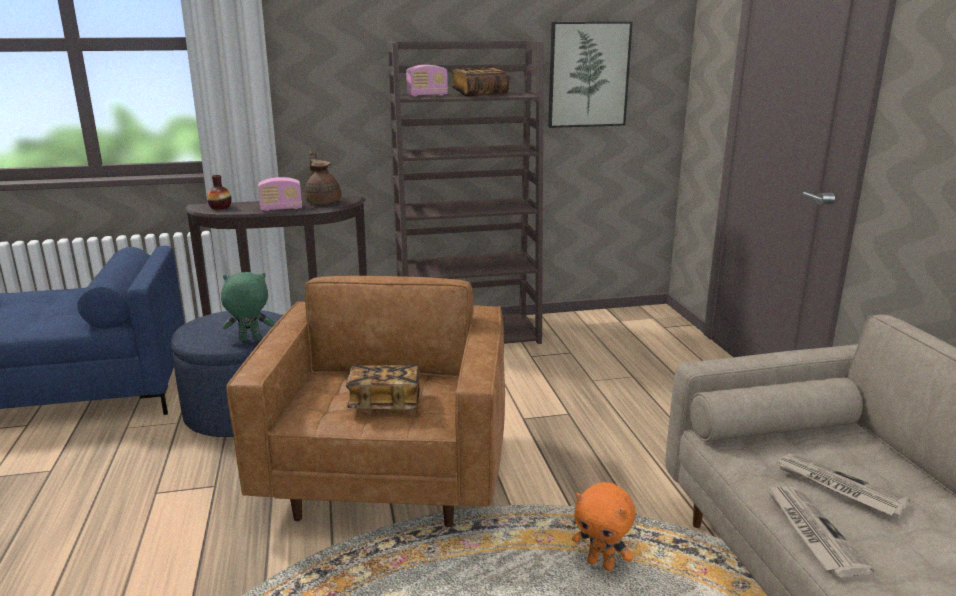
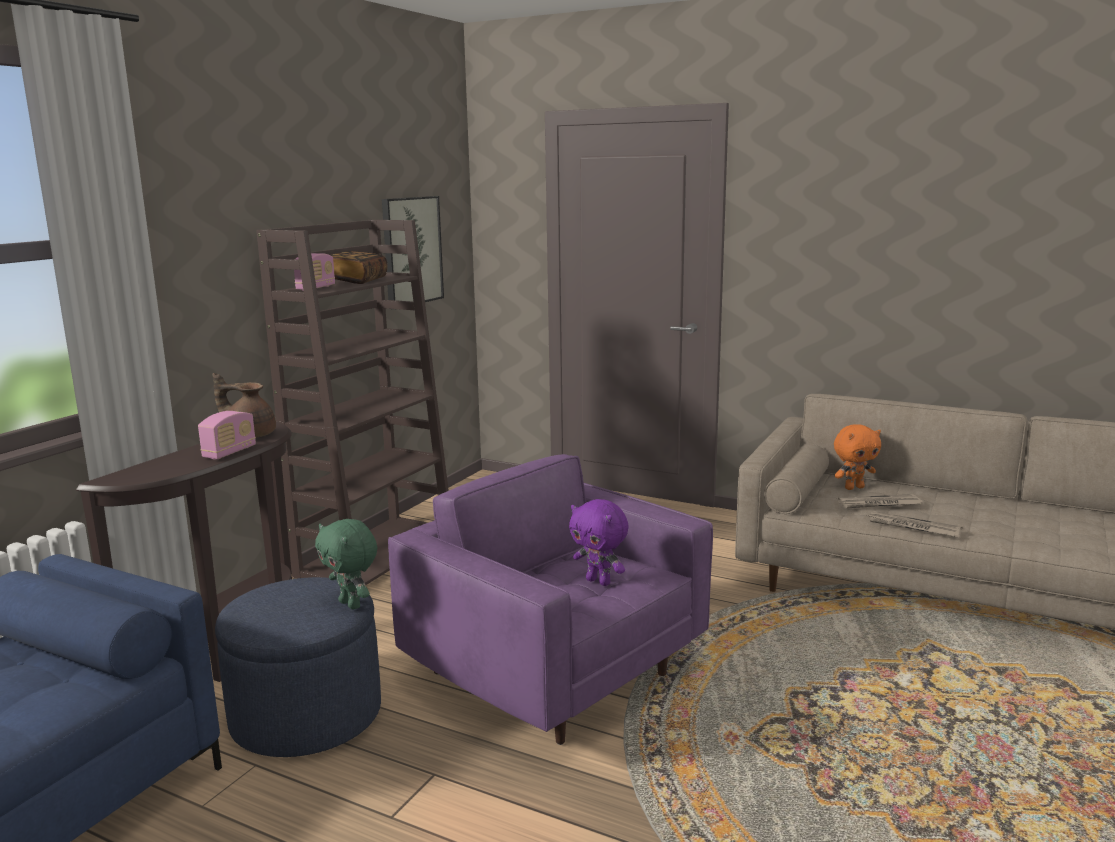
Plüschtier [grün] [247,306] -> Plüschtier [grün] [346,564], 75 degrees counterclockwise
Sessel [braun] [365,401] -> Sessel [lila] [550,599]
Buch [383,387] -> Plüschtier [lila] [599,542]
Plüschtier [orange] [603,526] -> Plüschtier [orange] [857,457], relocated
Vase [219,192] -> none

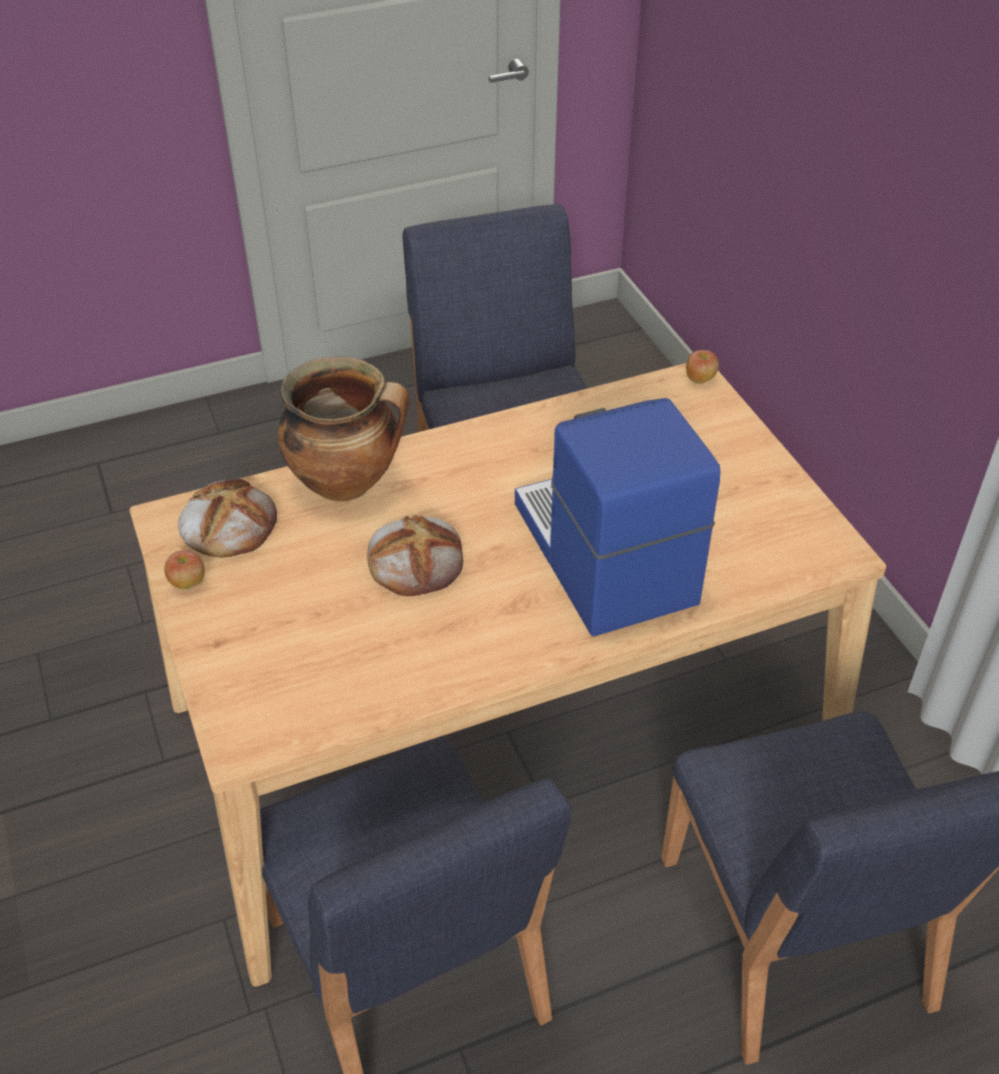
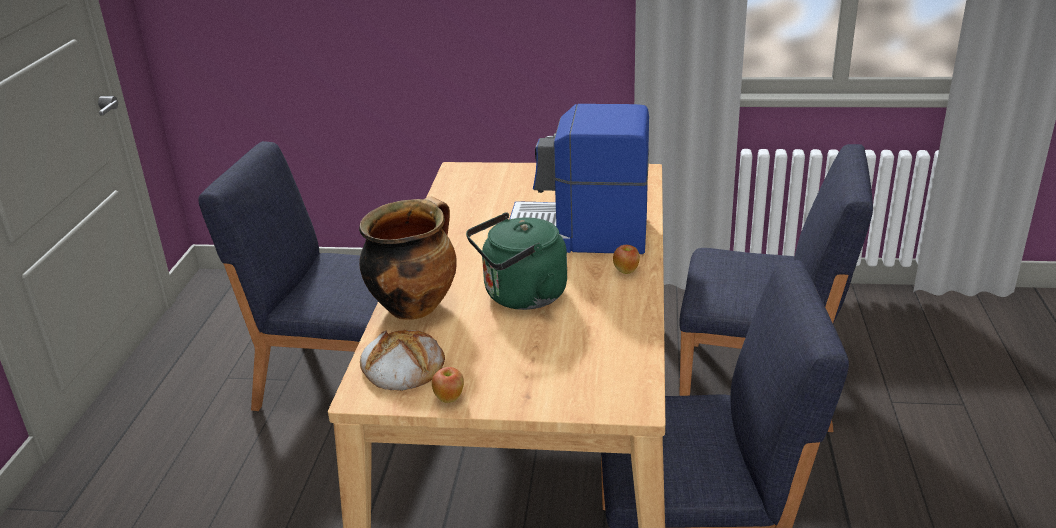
Brot [415,555] -> Wasserkessel [grün] [516,261]
Apfel [702,367] -> Apfel [626,259], relocated

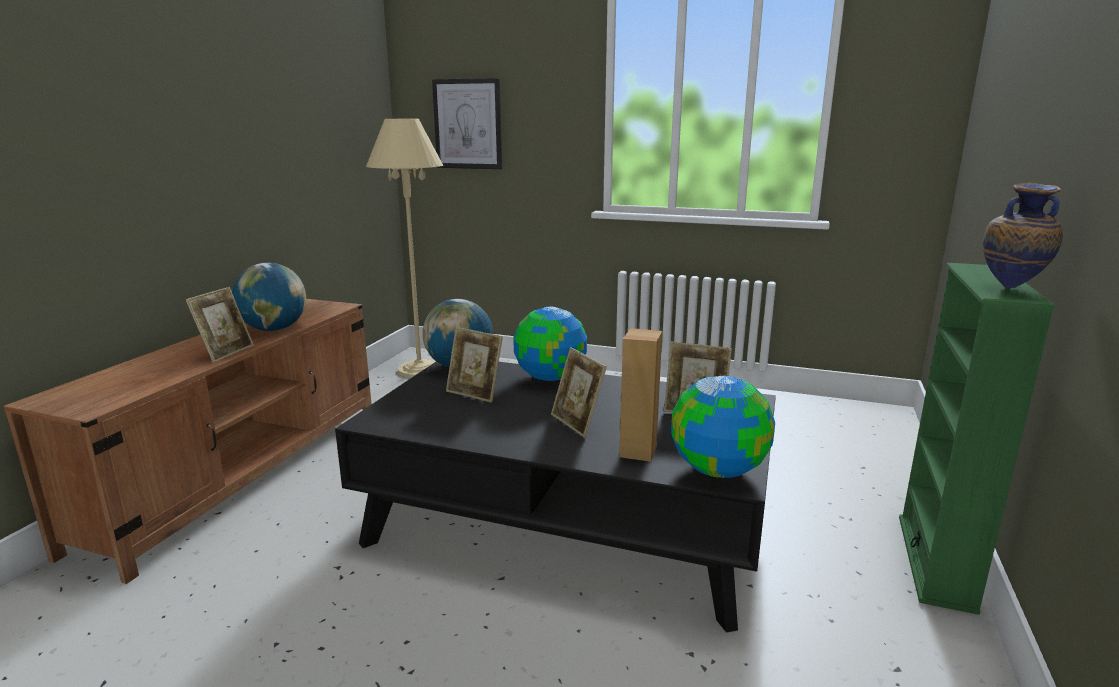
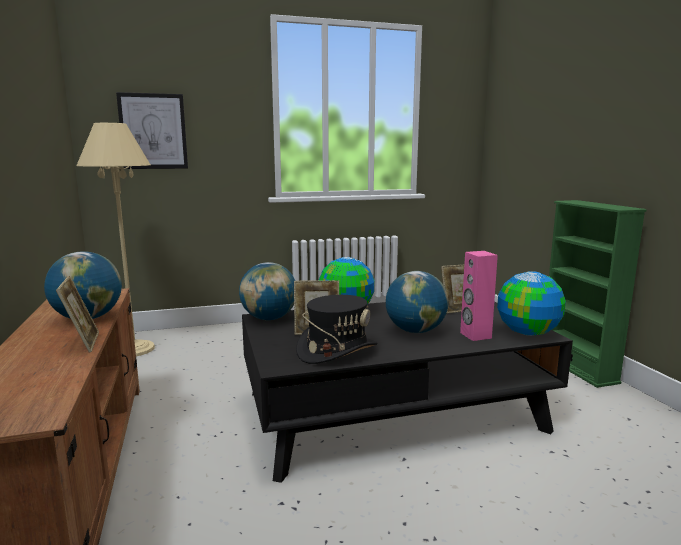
none -> Hut [schwarz] [337,329]
Bilderrahmen [579,392] -> Globus [417,302]
Lautsprecher [braun] [640,395] -> Lautsprecher [rosa] [479,296]
Vase [1023,235] -> none

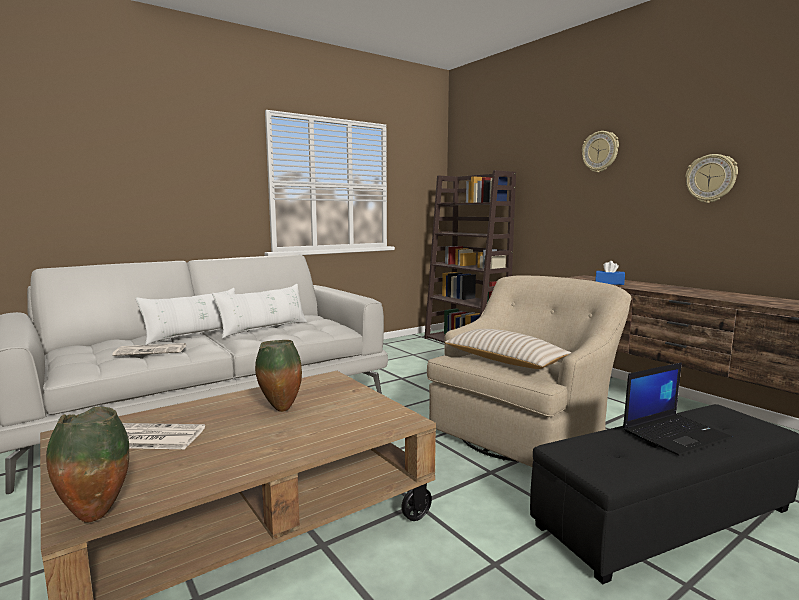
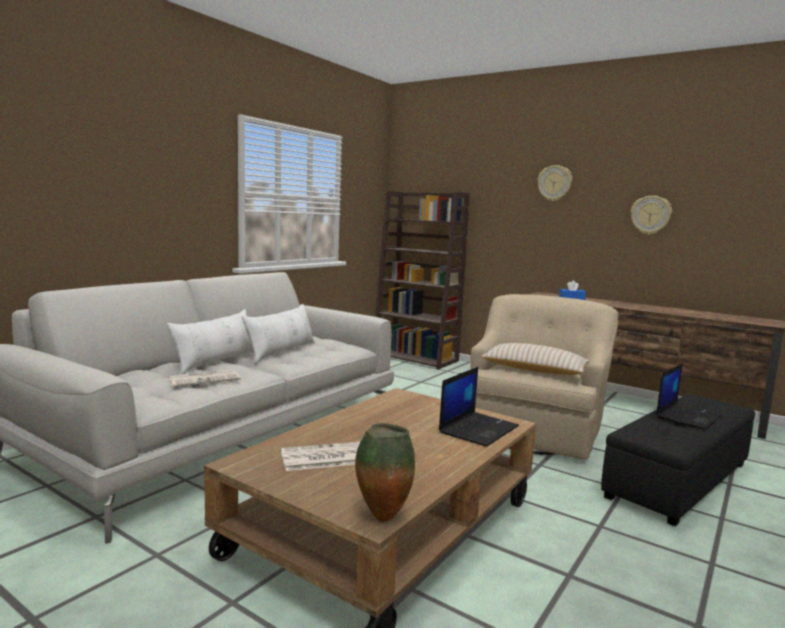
none -> Laptop [479,407]
Vase [278,376] -> none

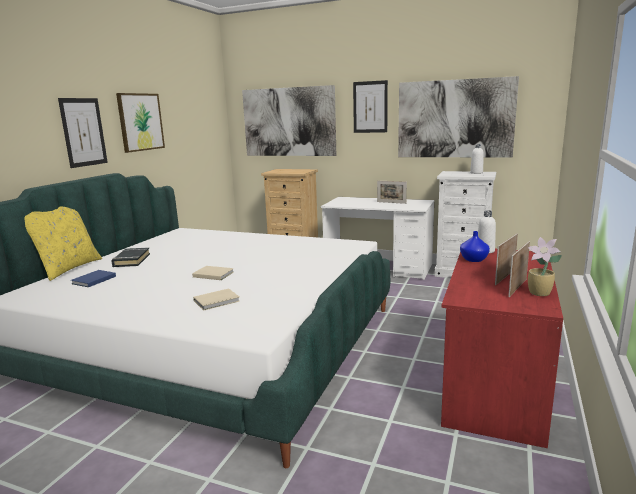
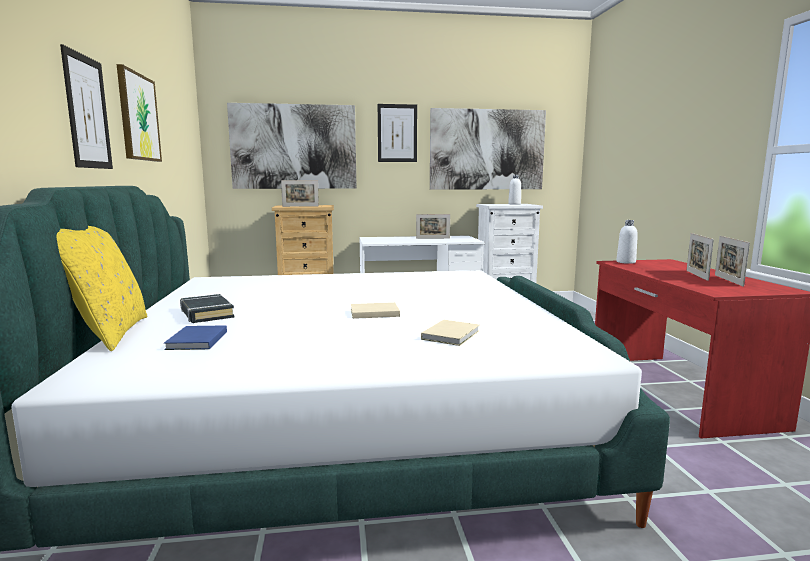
none -> Bilderrahmen [300,193]
Vase [blau] [475,246] -> none
Topfpflanze [545,266] -> none

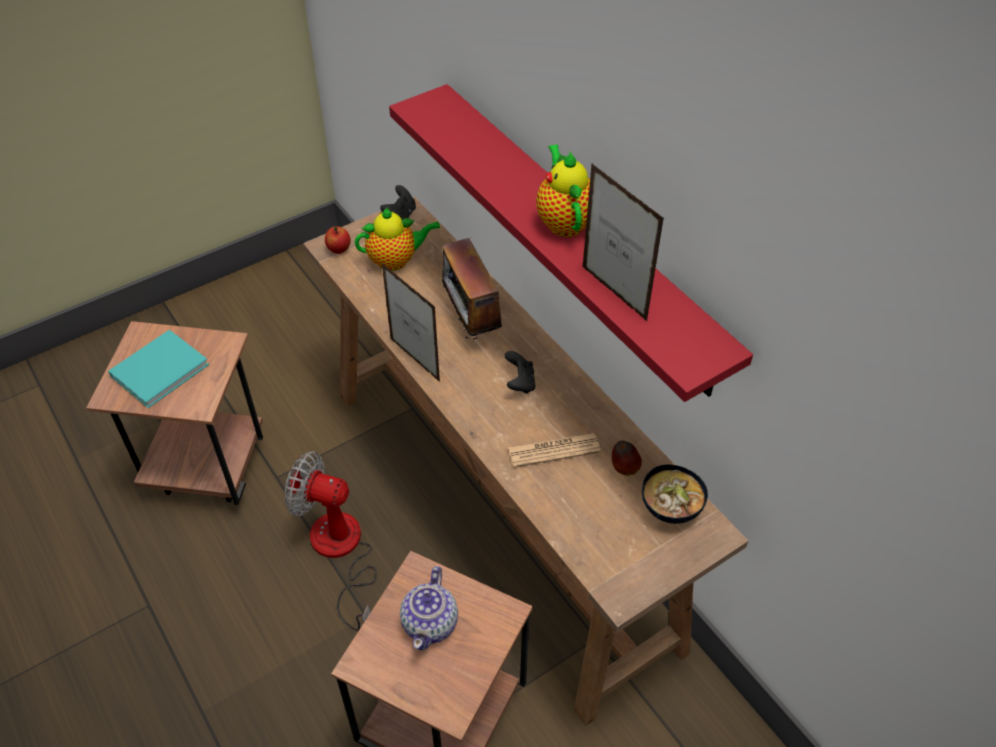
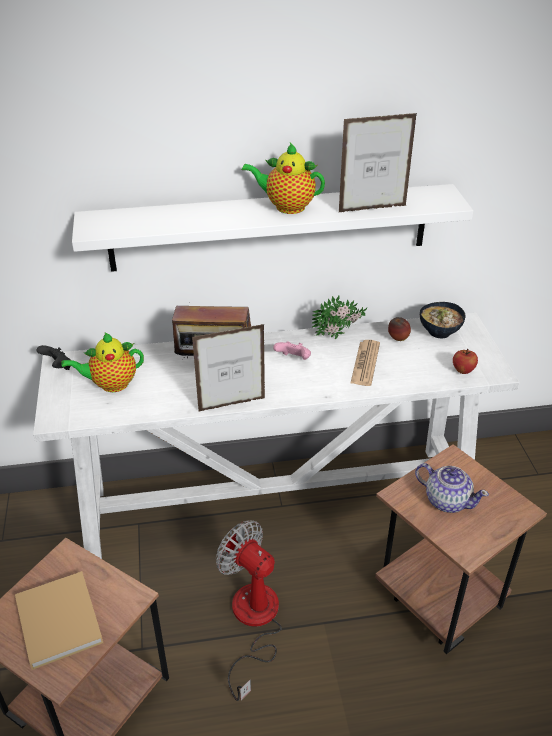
Buch [türkis] [158,369] -> Buch [beige] [59,620]
Konsolentisch [braun] [525,461] -> Konsolentisch [weiß] [276,436]
Teekanne [397,239] -> Teekanne [102,362], 120 degrees counterclockwise
Wandregal [rot] [571,243] -> Wandregal [weiß] [272,228]
Ventilator [331,541] -> Ventilator [249,610], 90 degrees clockwise
Gamepad [schwarz] [520,372] -> Gamepad [rosa] [292,350]
none -> Topfpflanze [339,317]
Apfel [338,240] -> Apfel [465,361], relocated

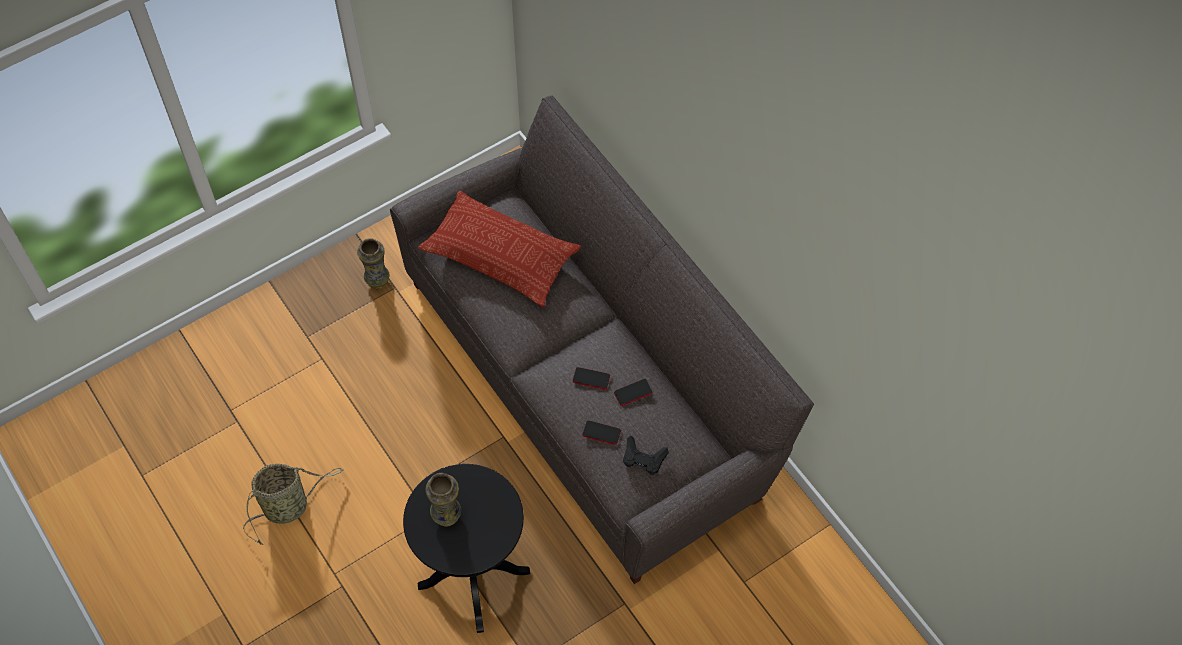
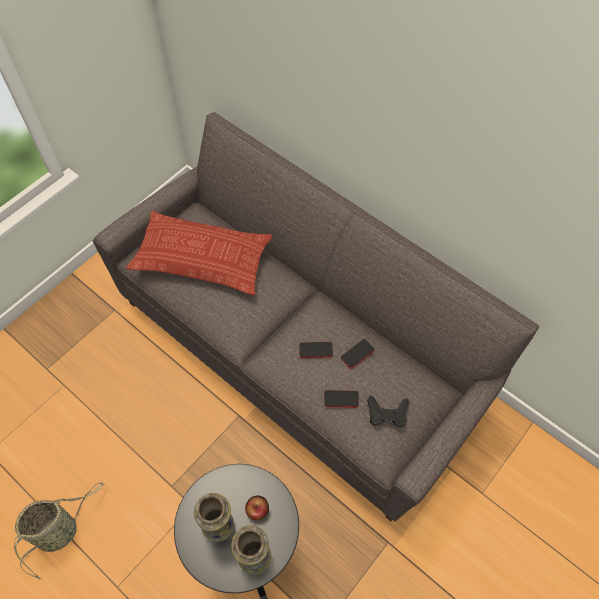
Vase [373,263] -> Vase [251,549], relocated
none -> Apfel [257,507]

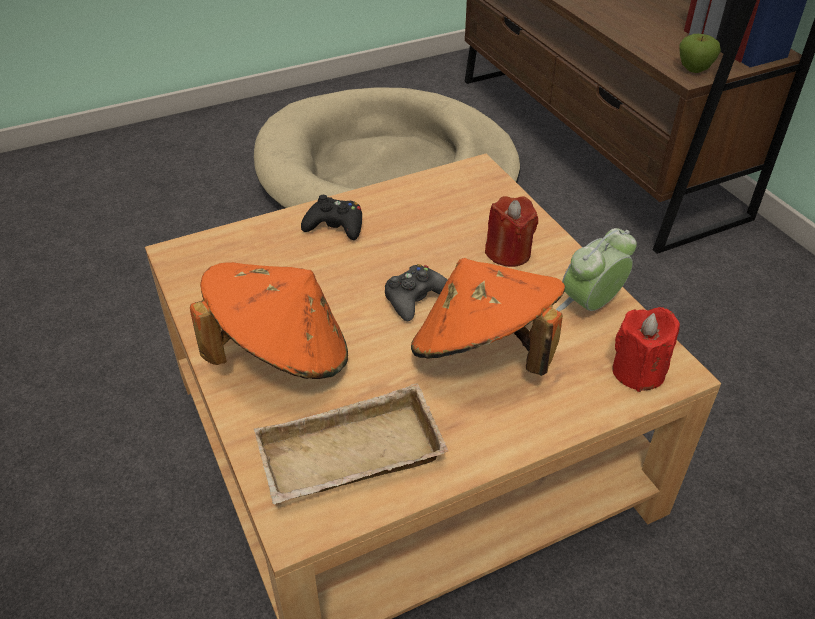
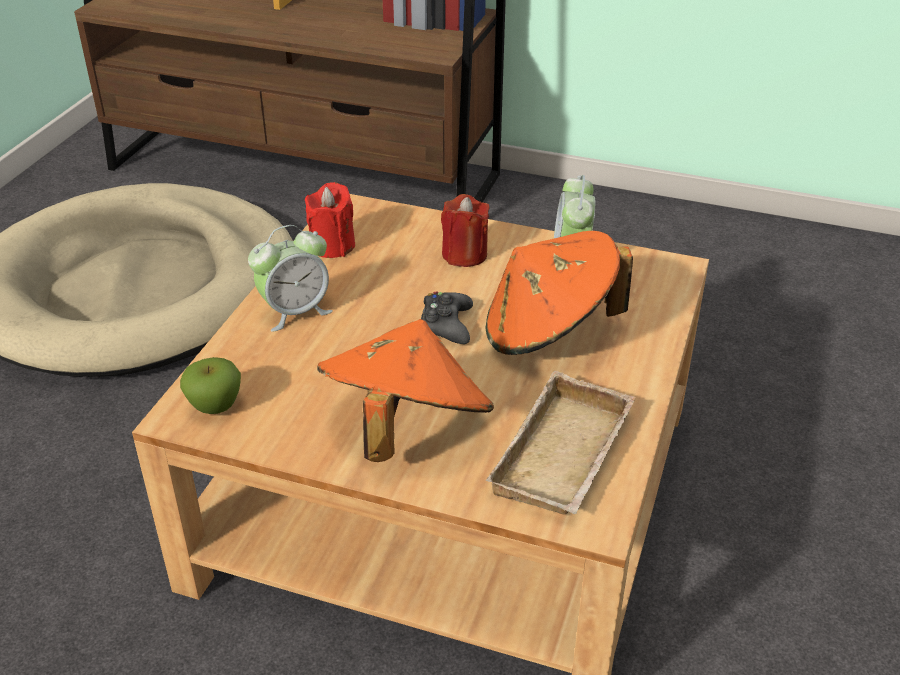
Apfel [700,53] -> Apfel [210,385], relocated
Gamepad [schwarz] [331,217] -> Wecker [290,278]
Kerze [rot] [646,349] -> Kerze [rot] [330,220], relocated

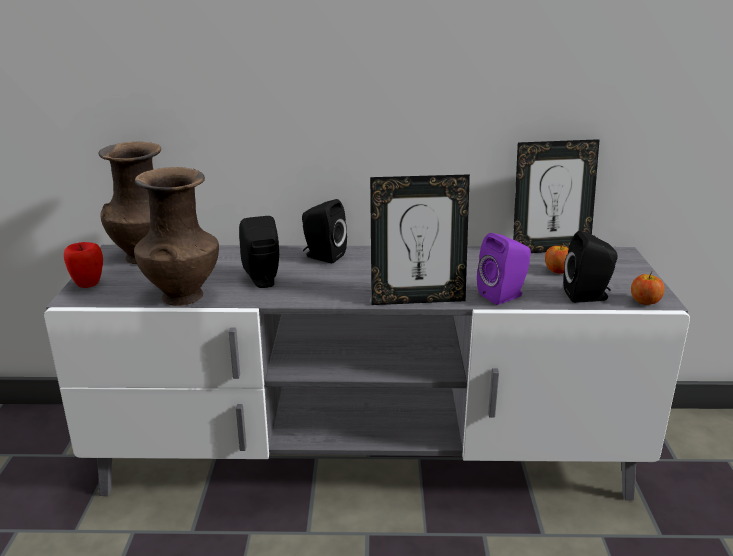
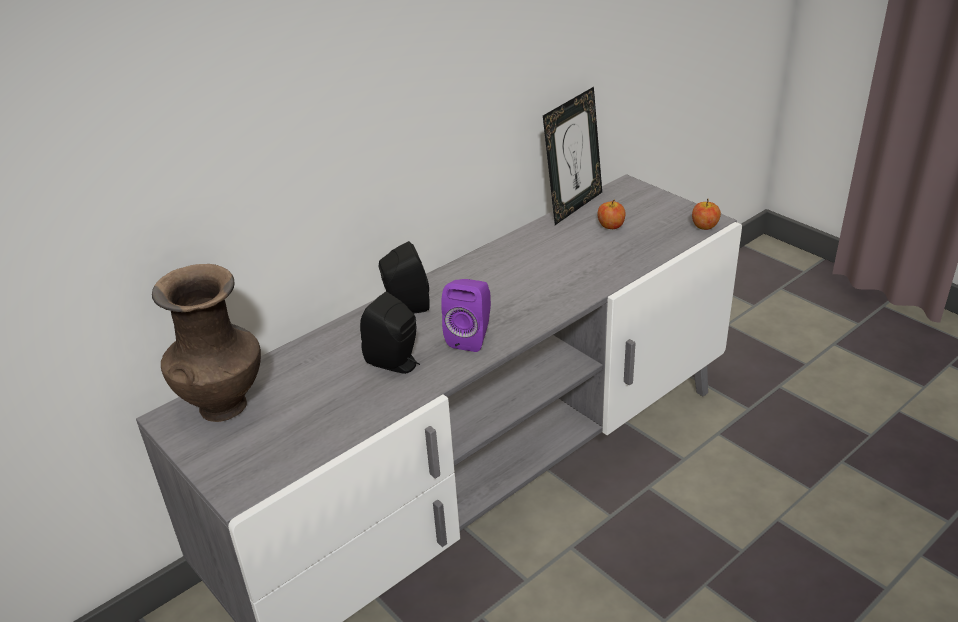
Lautsprecher [lila] [504,269] -> Lautsprecher [lila] [466,315], relocated
Apfel [83,265] -> none
Vase [braun] [176,236] -> none
Bilderrahmen [420,239] -> none
Lautsprecher [schwarz] [590,267] -> none

